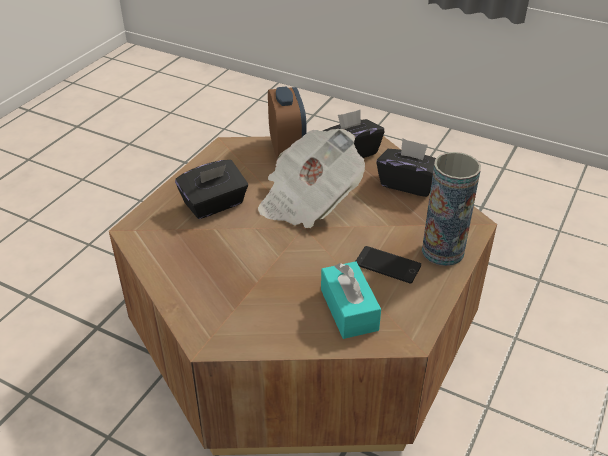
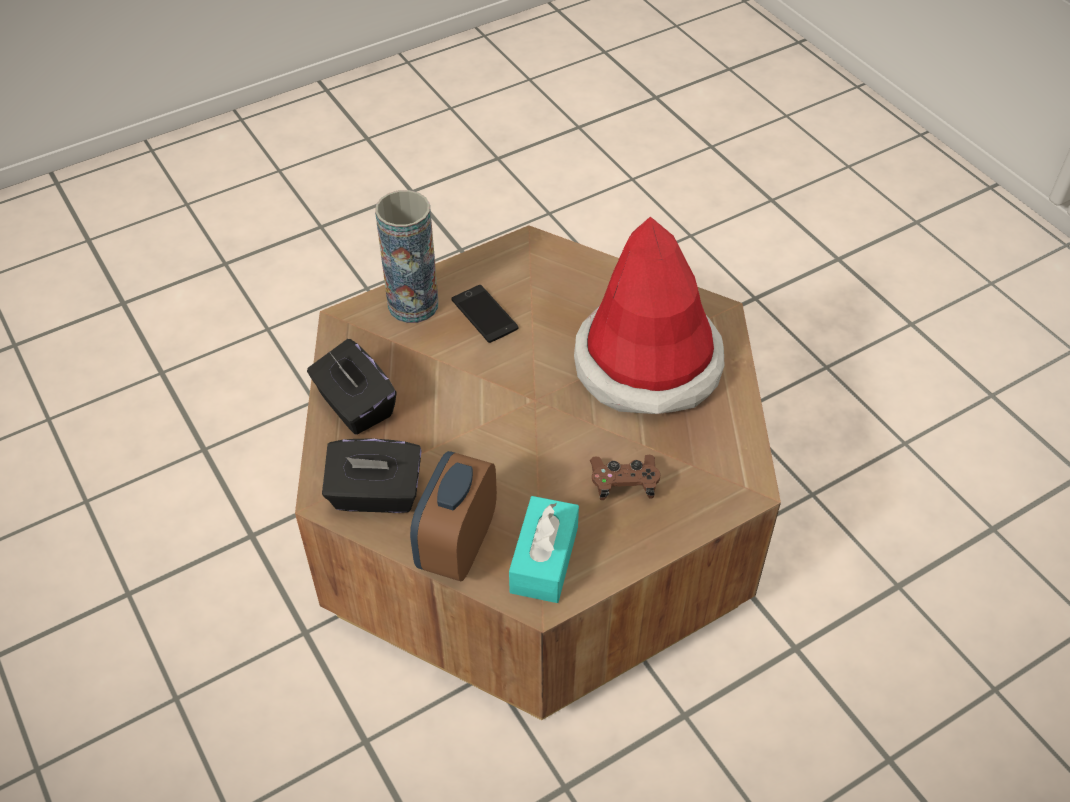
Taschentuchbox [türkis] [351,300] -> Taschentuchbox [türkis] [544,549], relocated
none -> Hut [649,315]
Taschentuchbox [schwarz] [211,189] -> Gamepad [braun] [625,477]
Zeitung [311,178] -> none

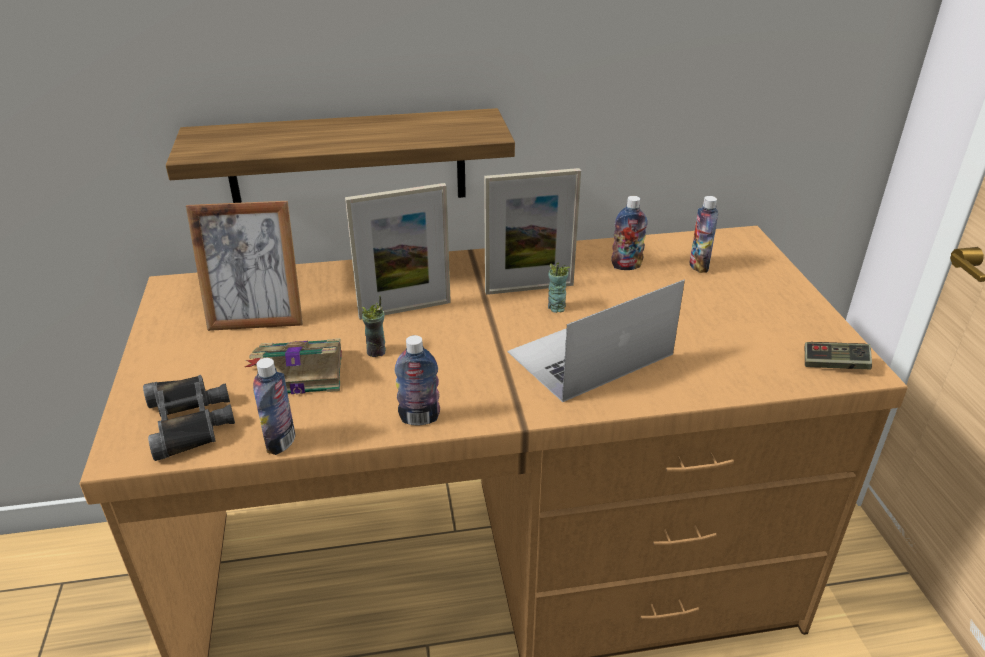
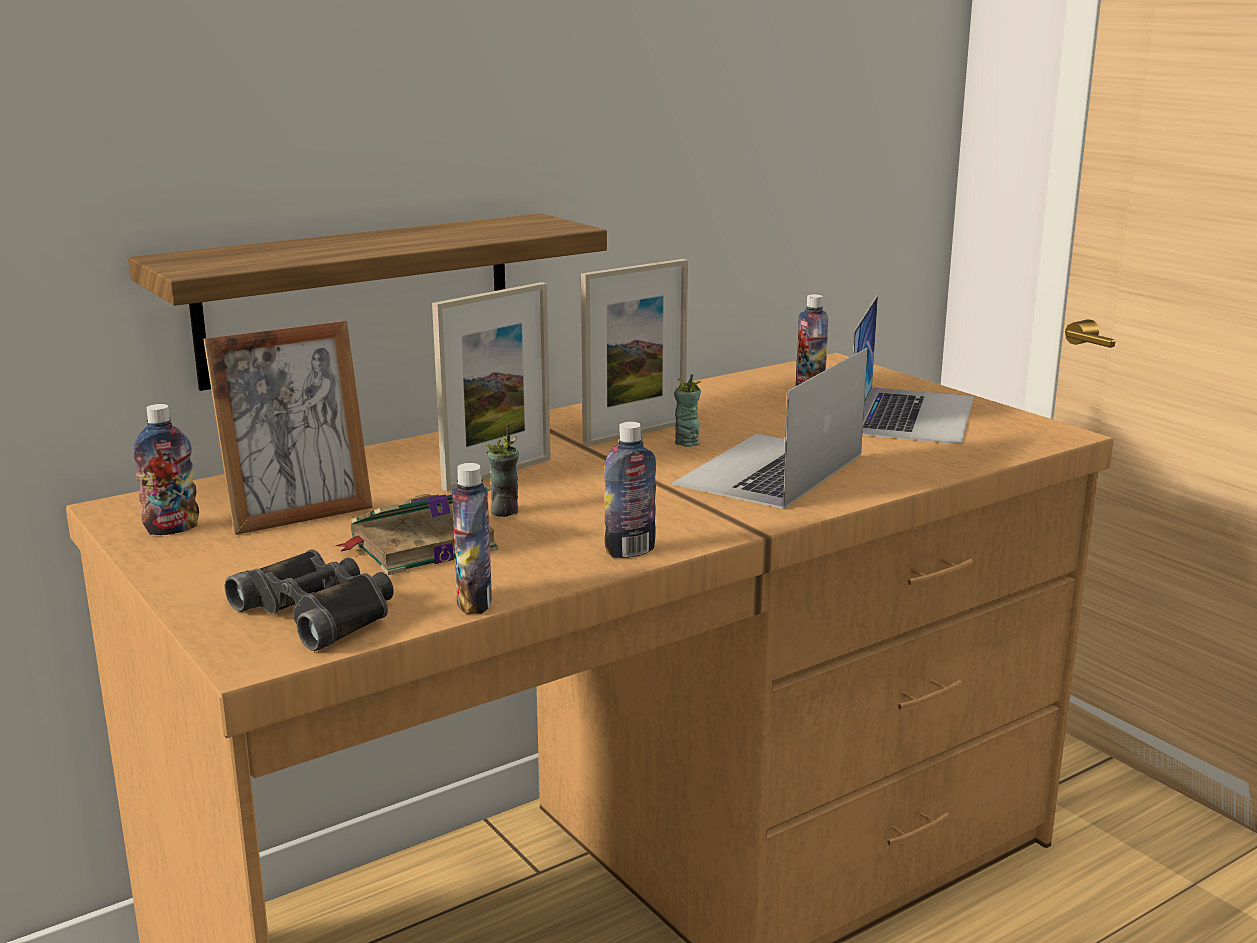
Flasche [629,233] -> Flasche [166,469], relocated
none -> Laptop [913,370]
Gamepad [838,355] -> none

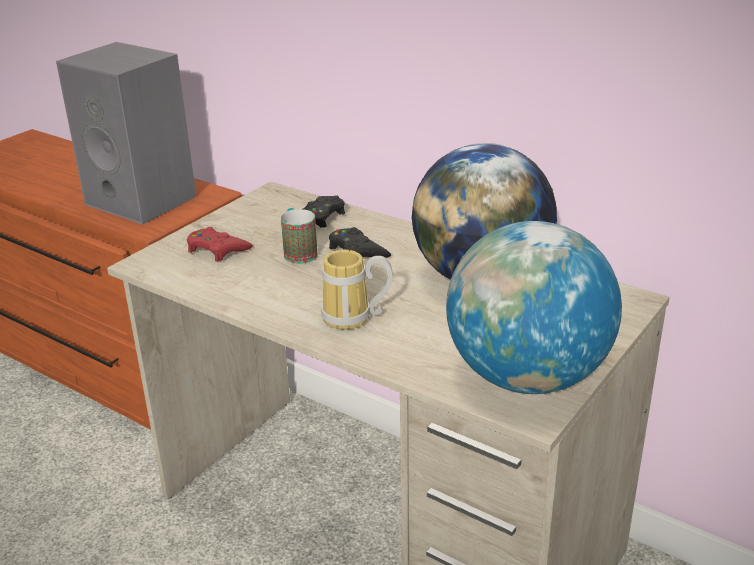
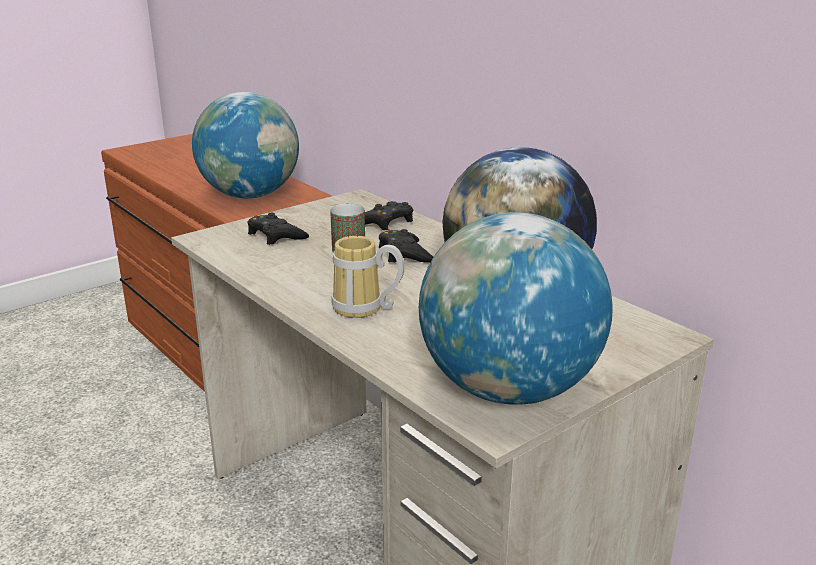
Lautsprecher [grau] [126,133] -> Globus [245,145]
Gamepad [rot] [220,244] -> Gamepad [schwarz] [278,229]

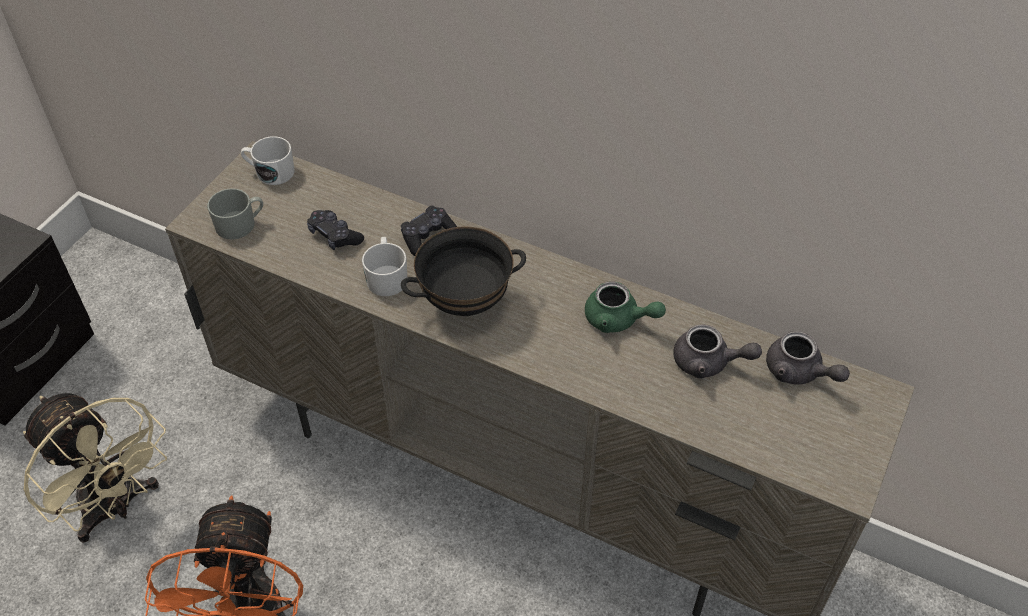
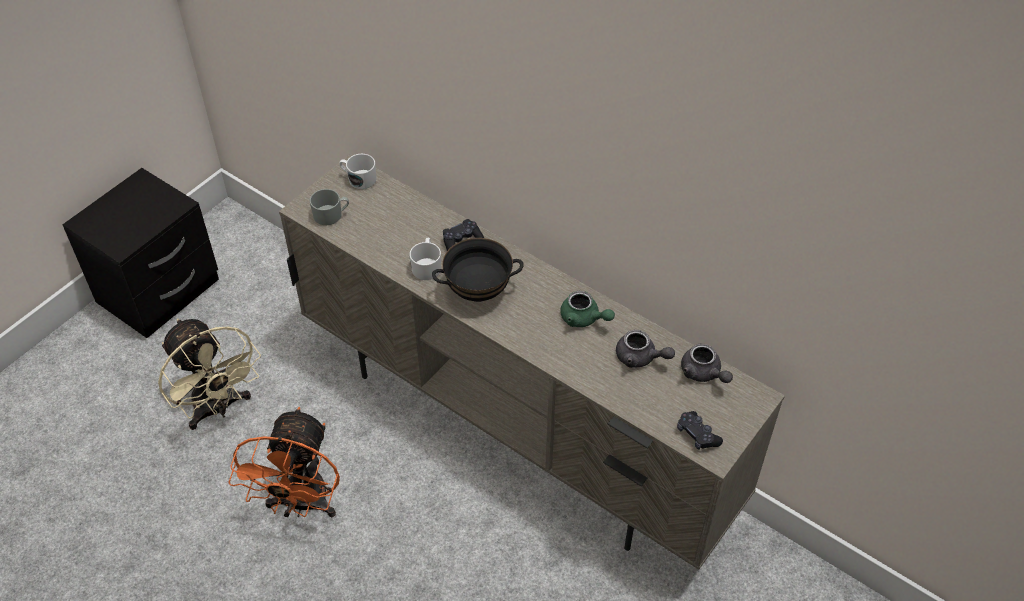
Gamepad [schwarz] [335,230] -> Gamepad [schwarz] [700,430], relocated

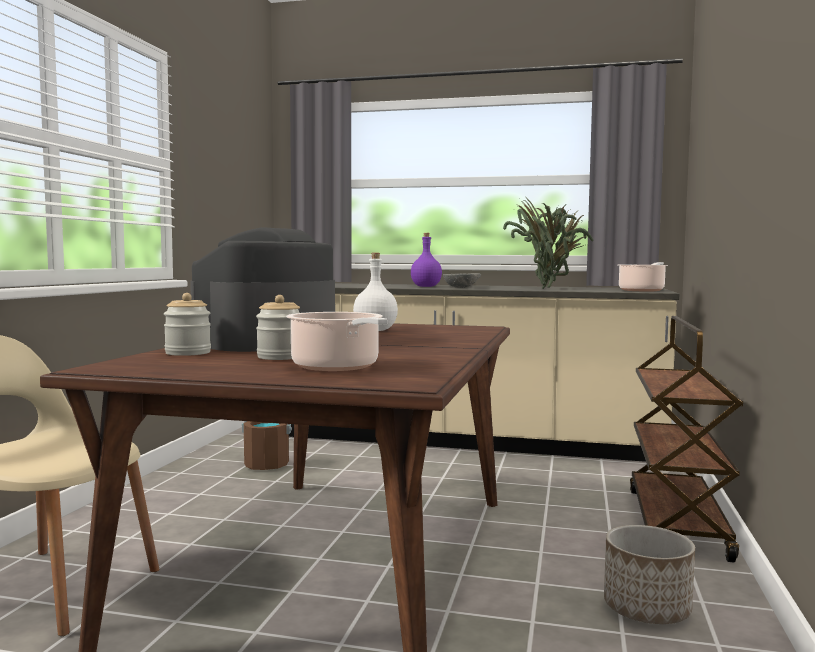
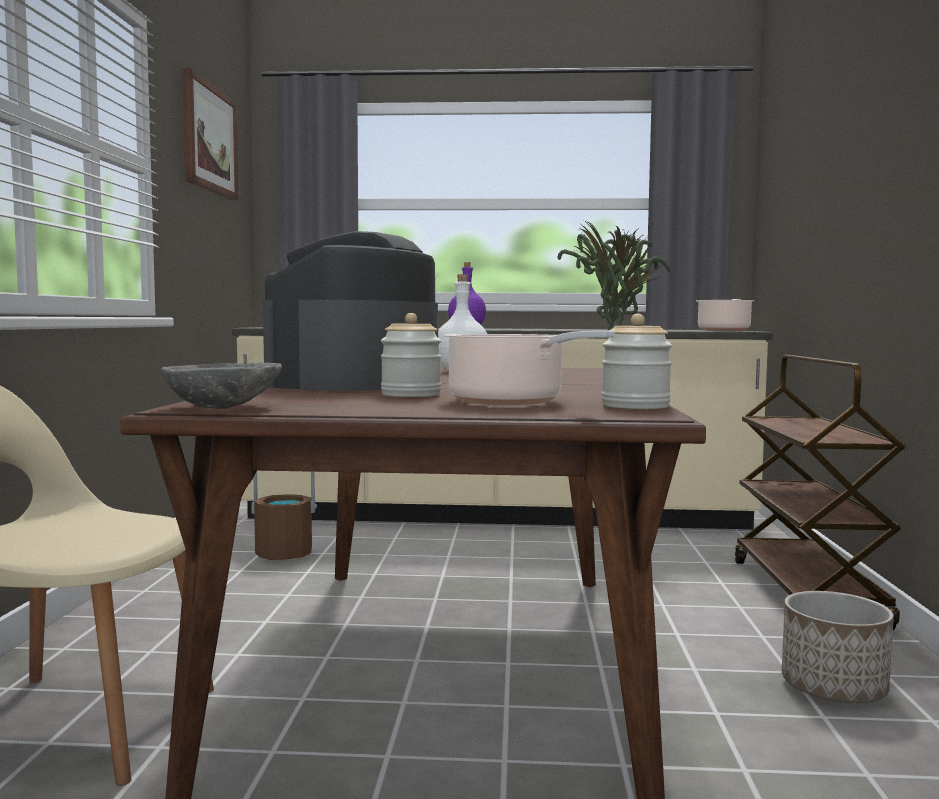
Schüssel [grau] [462,280] -> Schüssel [grau] [221,386], relocated
none -> Bild [210,134]
Vorratsglas [187,324] -> Vorratsglas [636,361], relocated

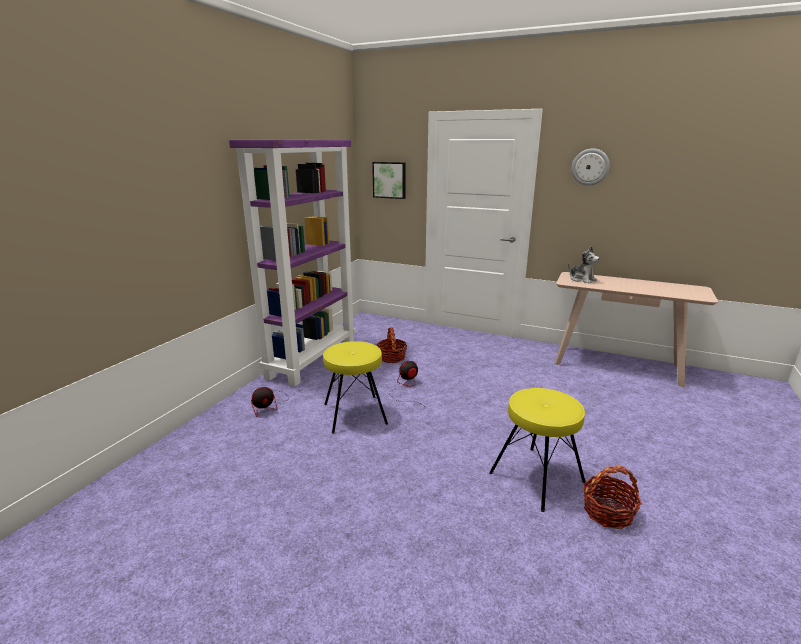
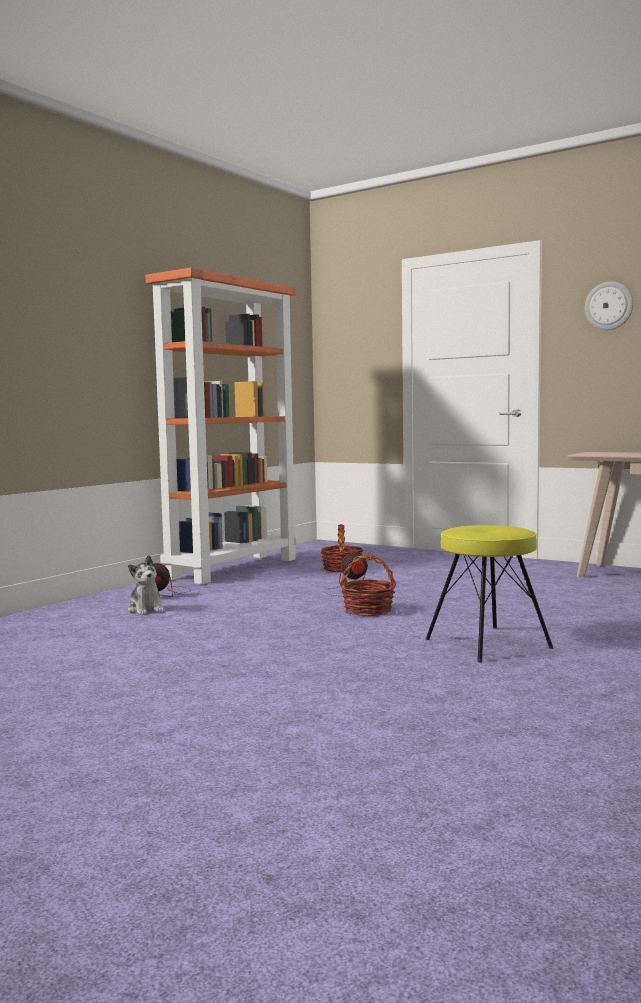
Plüschtier [584,265] -> Plüschtier [146,585], relocated
Bücherregal [lila] [292,263] -> Bücherregal [orange] [221,426]
Korb [613,497] -> Korb [367,585], relocated
Hocker [gelb] [355,387] -> none
Bild [389,180] -> none

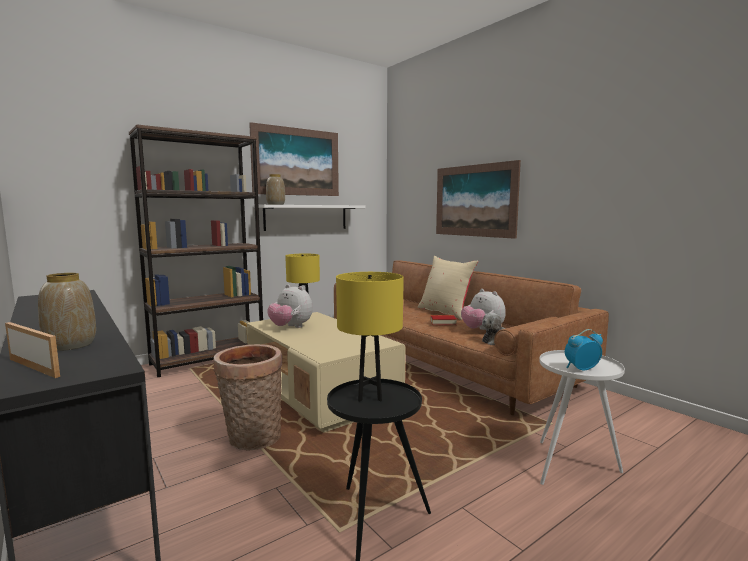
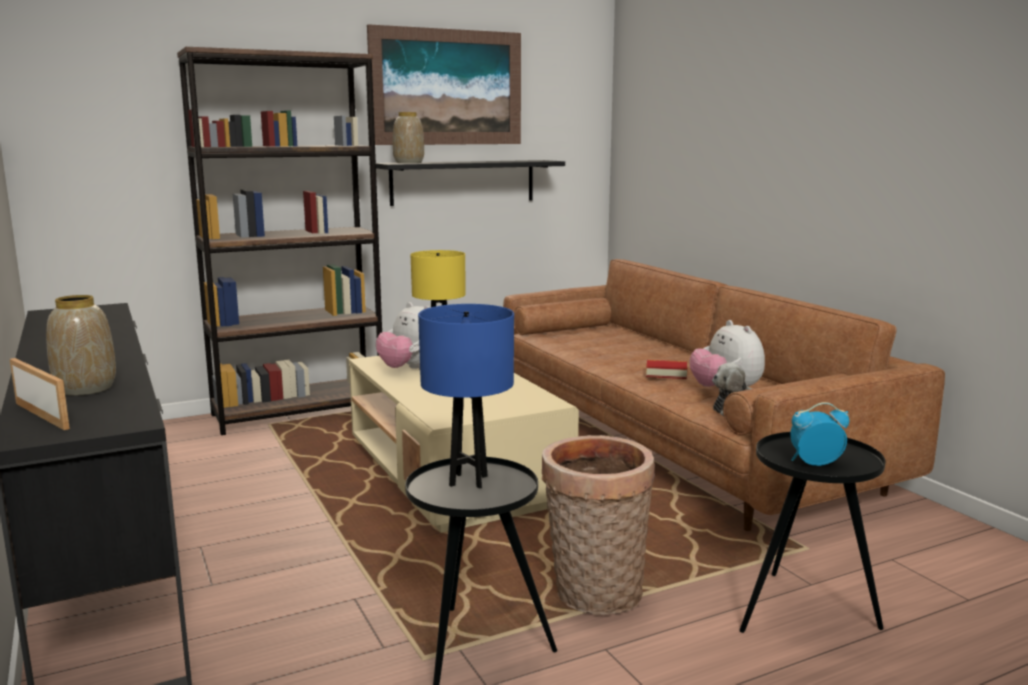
Wandregal [weiß] [309,218] -> Wandregal [schwarz] [470,183]
Tischlampe [gelb] [370,337] -> Tischlampe [blau] [466,396]
Korb [248,397] -> Korb [598,525], relocated
Beistelltisch [weiß] [582,417] -> Beistelltisch [schwarz] [812,532]
Kissen [beige] [448,288] -> none
Bild [478,199] -> none

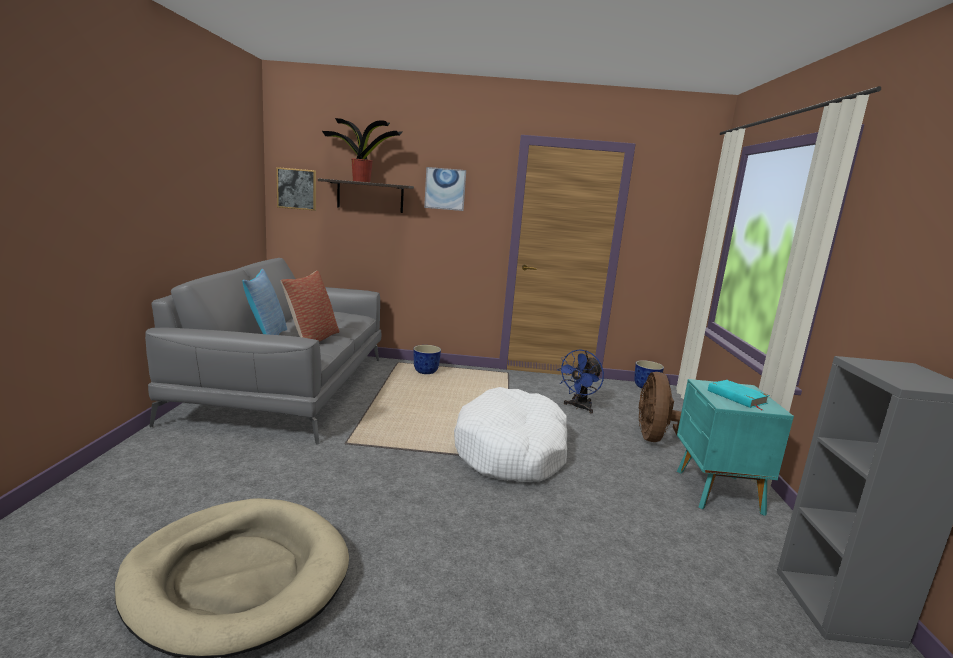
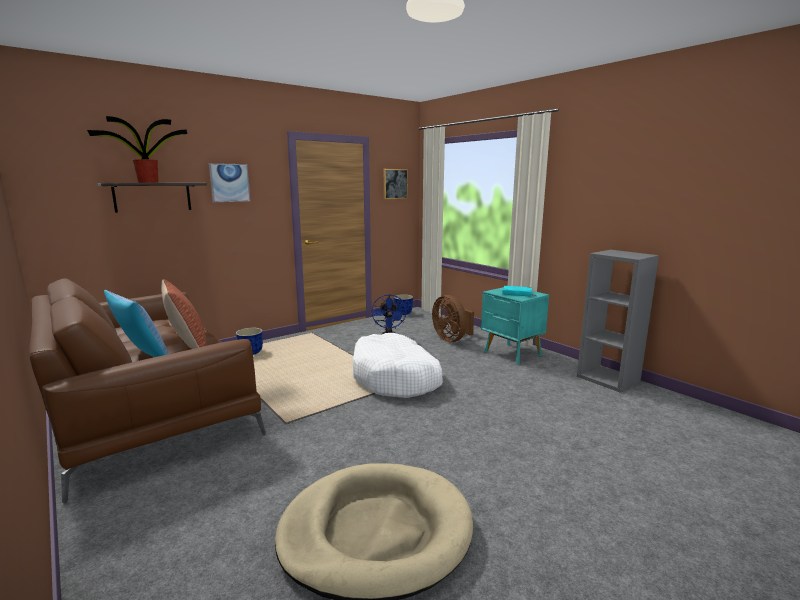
Sofa [grau] [263,351] -> Sofa [braun] [147,390]
Bild [296,189] -> Bild [396,184], relocated

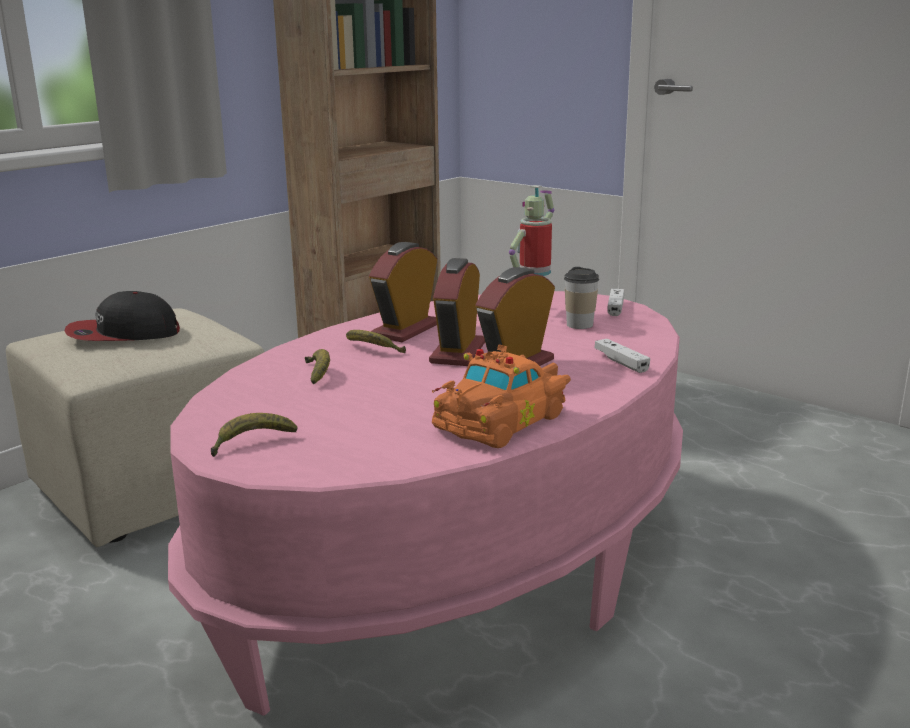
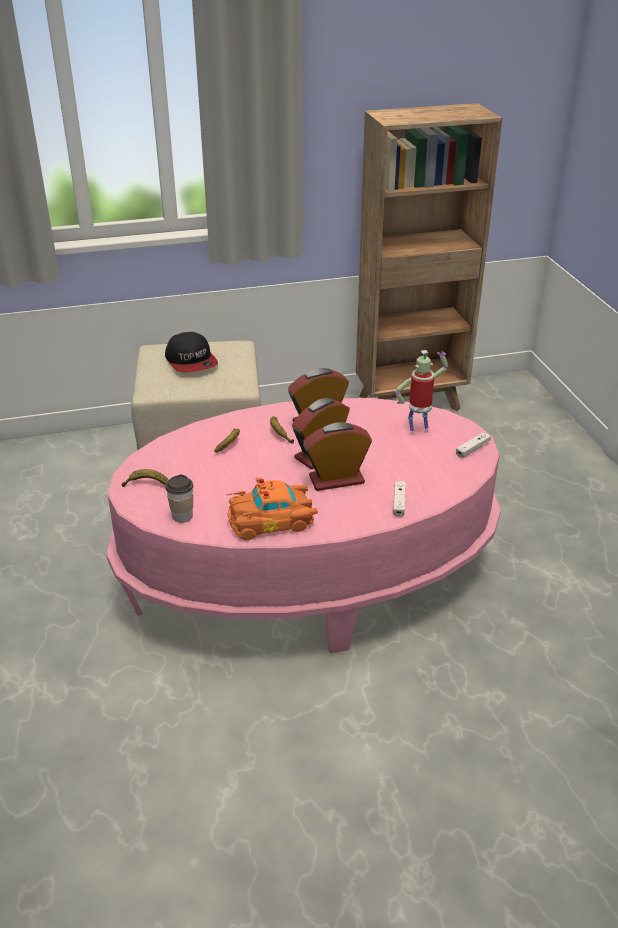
Kappe [122,316] -> Kappe [191,352], 135 degrees counterclockwise
Tasse [581,298] -> Tasse [179,499], relocated

